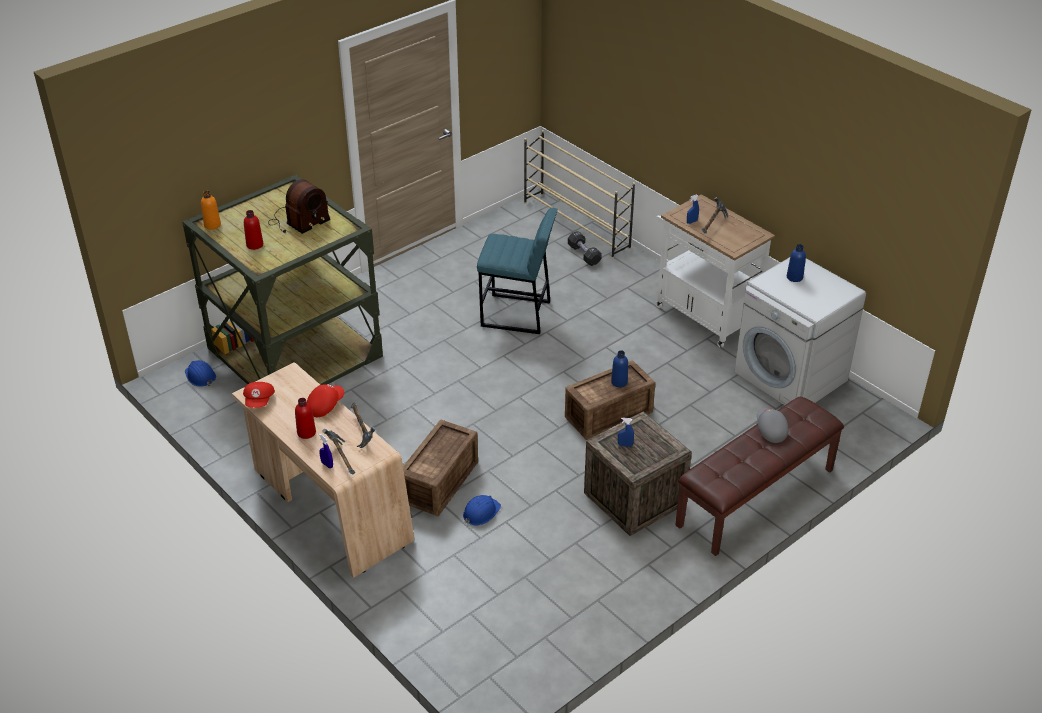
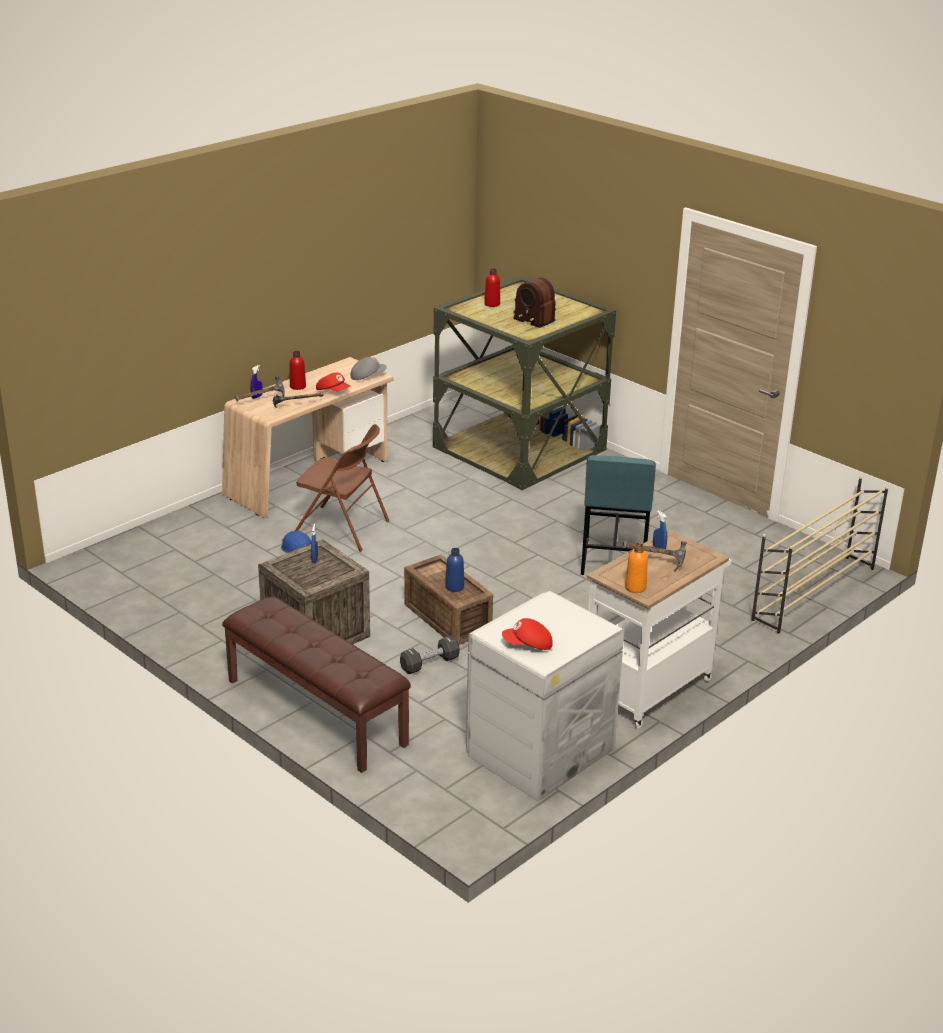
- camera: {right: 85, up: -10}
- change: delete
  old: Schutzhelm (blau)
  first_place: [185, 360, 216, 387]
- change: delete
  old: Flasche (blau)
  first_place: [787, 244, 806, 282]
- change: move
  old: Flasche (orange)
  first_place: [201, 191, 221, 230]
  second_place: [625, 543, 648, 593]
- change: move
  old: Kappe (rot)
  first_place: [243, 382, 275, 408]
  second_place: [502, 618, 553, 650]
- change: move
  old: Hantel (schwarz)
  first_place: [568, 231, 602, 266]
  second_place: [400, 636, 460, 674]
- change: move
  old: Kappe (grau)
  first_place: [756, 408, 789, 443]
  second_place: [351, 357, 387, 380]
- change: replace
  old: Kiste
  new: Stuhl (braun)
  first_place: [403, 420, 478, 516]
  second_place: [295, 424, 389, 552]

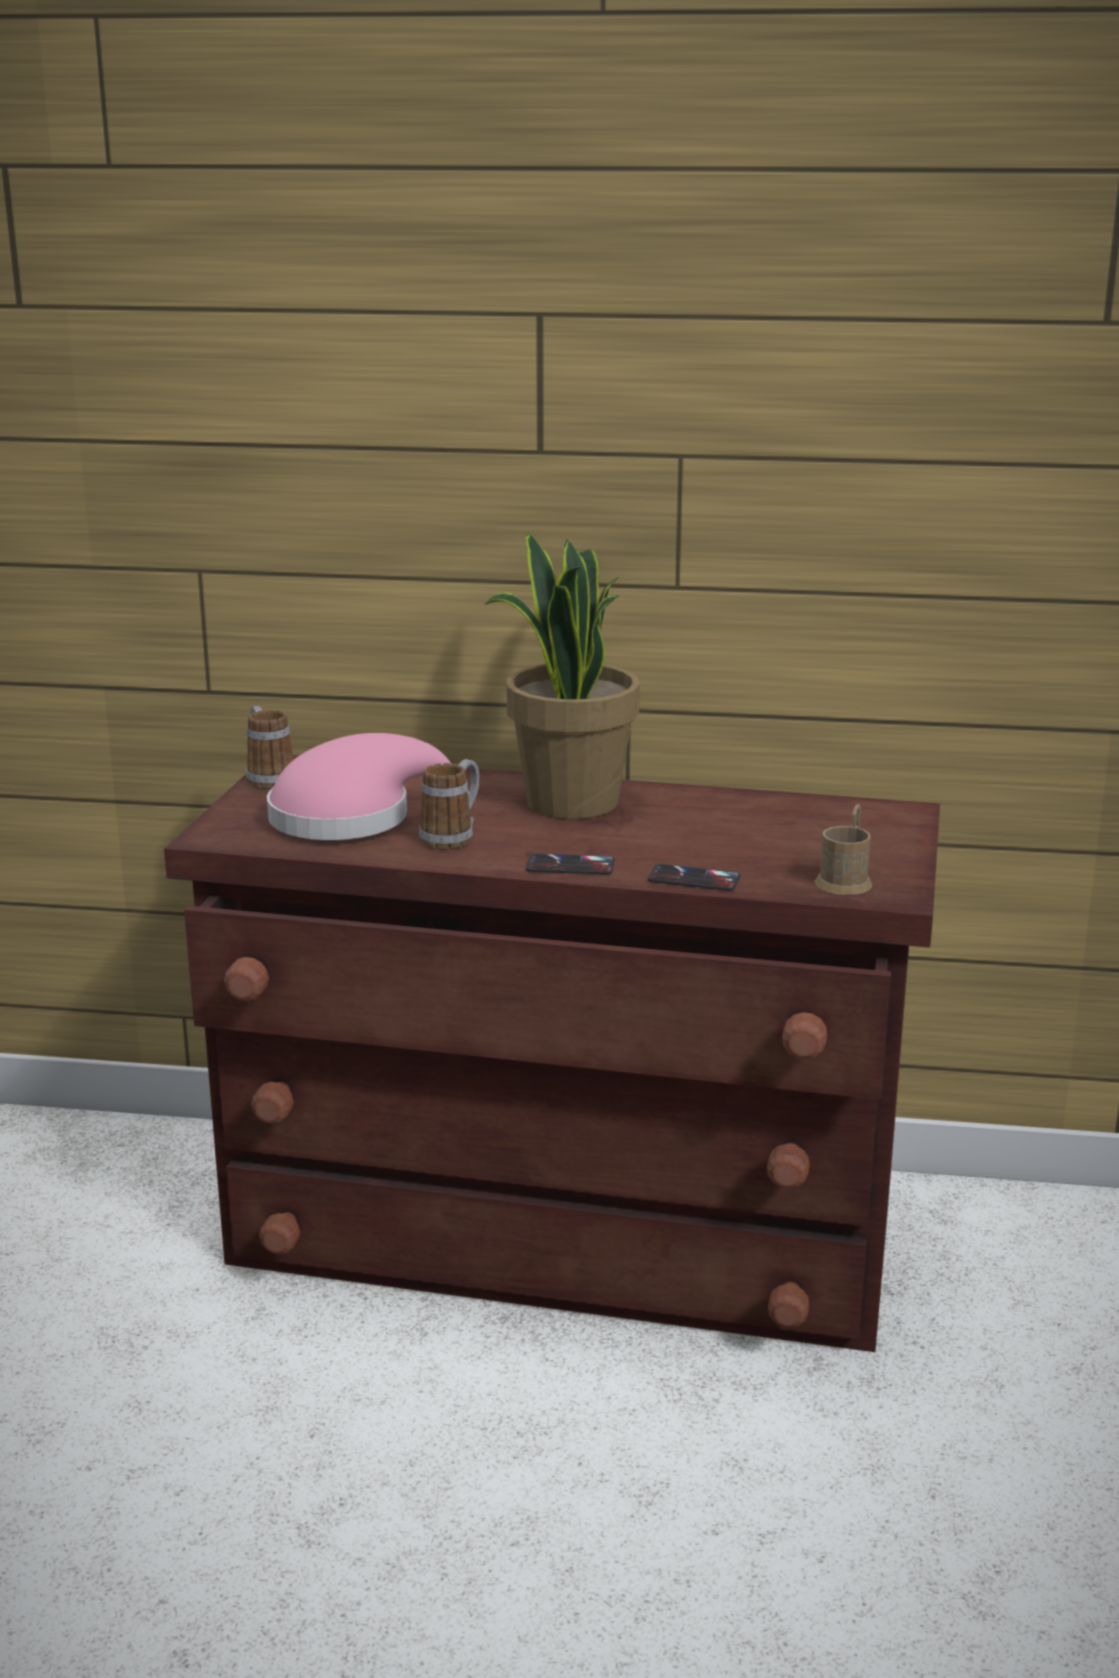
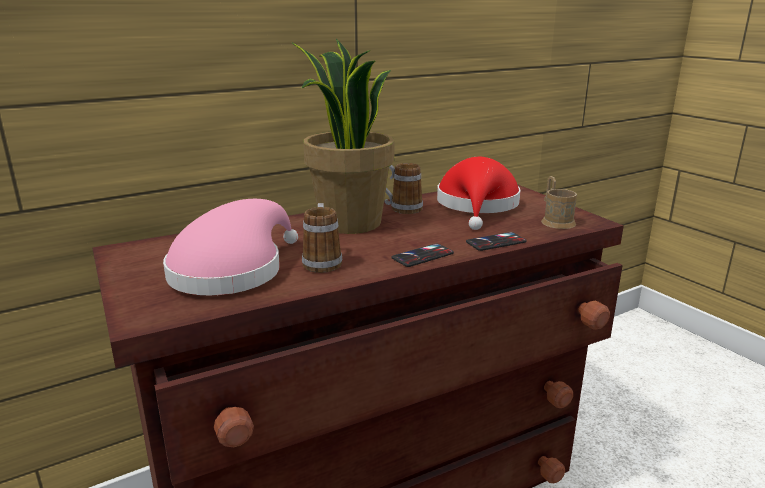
- camera: {right: -40, up: 0}
- change: insert
  new: Hut (rot)
  second_place: [437, 157, 521, 230]
- change: move
  old: Henkelbecher
  first_place: [246, 706, 293, 789]
  second_place: [384, 163, 423, 214]

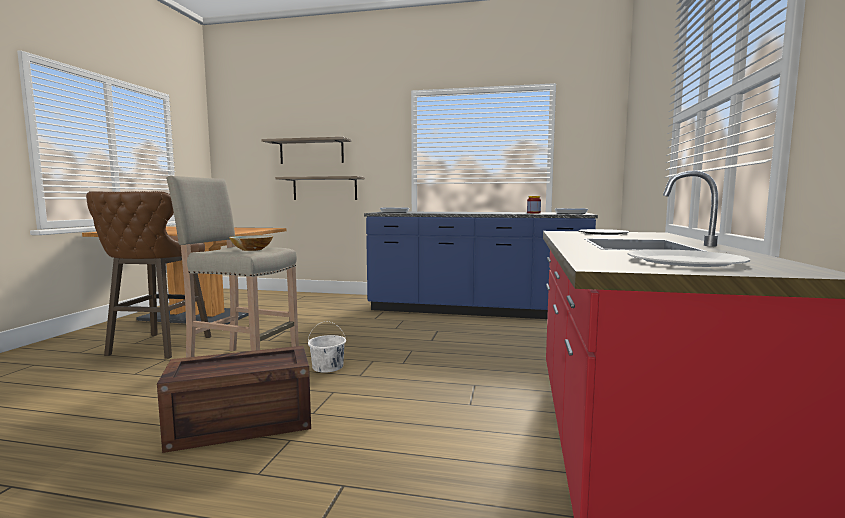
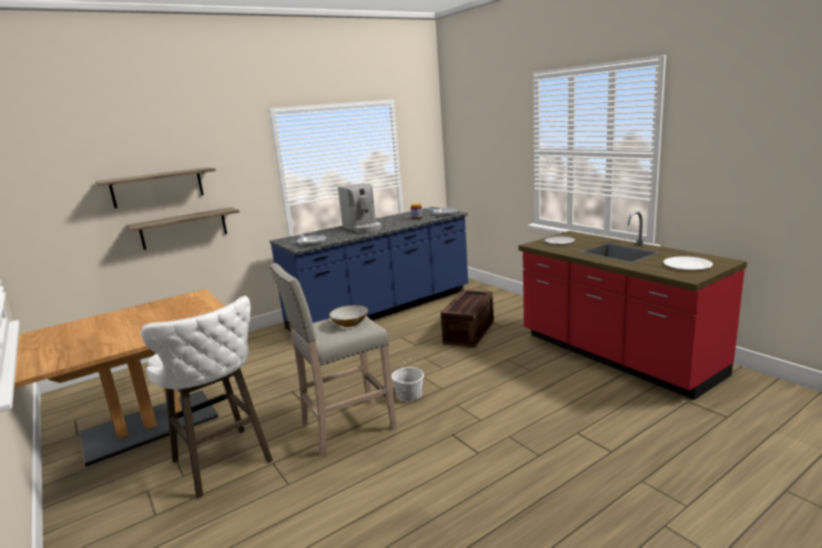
- camera: {right: -45, up: 10}
- change: insert
  new: Kaffeemaschine
  second_place: [338, 183, 382, 233]
- change: move
  old: Kiste
  first_place: [157, 346, 311, 453]
  second_place: [441, 290, 494, 347]
- change: recolor
  old: Hocker (braun)
  new: Hocker (weiß)
  first_place: [86, 191, 211, 359]
  second_place: [141, 296, 273, 498]

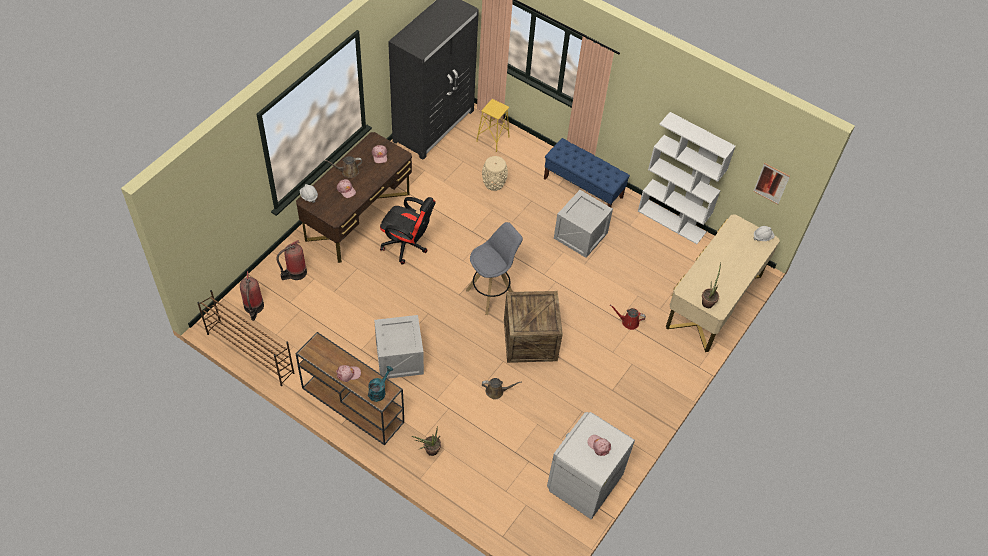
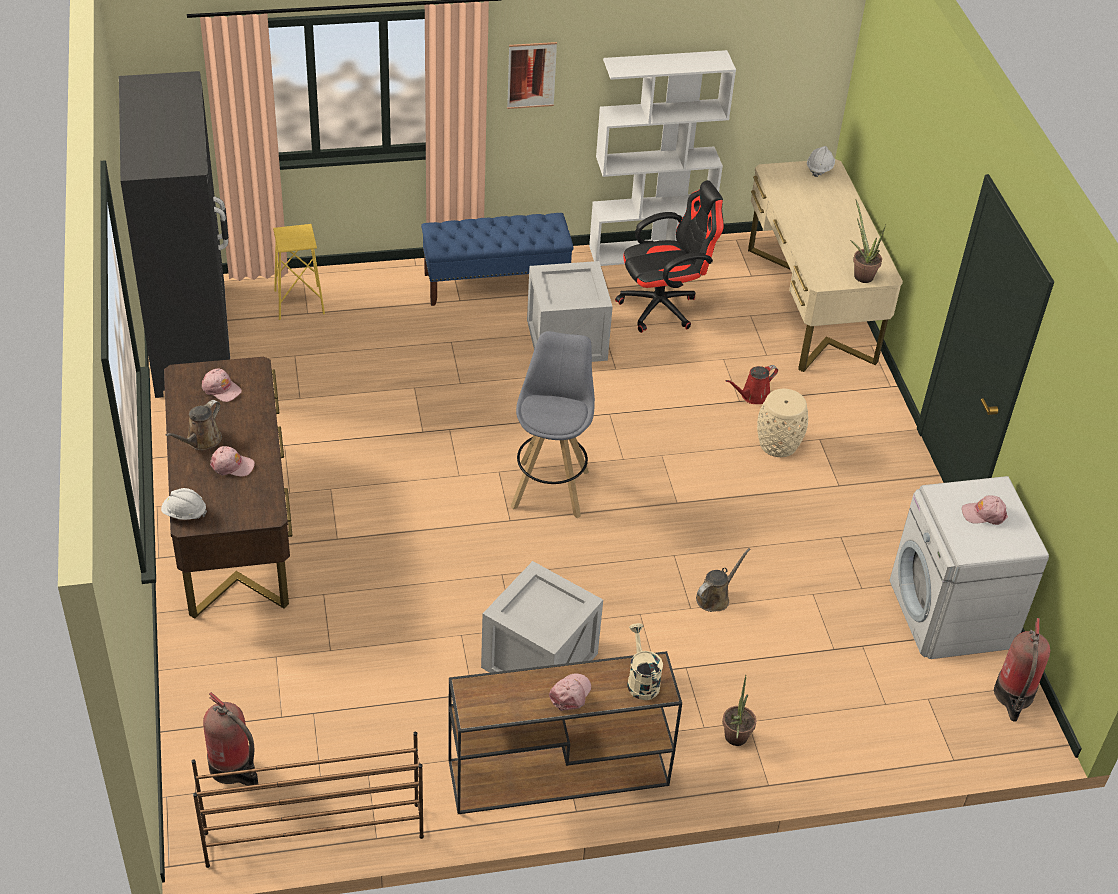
- camera: {right: -45, up: -10}
- change: delete
  old: Kiste
  first_place: [504, 291, 563, 363]
- change: move
  old: Feuerlöscher
  first_place: [276, 240, 307, 280]
  second_place: [994, 618, 1050, 722]
- change: move
  old: Bürostuhl (schwarz)
  first_place: [380, 197, 436, 265]
  second_place: [615, 180, 724, 333]
- change: move
  old: Hocker (beige)
  first_place: [482, 156, 508, 191]
  second_place: [757, 389, 808, 457]
- change: move
  old: Bild
  first_place: [753, 163, 790, 204]
  second_place: [507, 42, 557, 109]
- change: recolor
  old: Gießkanne (türkis)
  new: Gießkanne (beige)
  first_place: [368, 366, 393, 402]
  second_place: [627, 623, 663, 700]

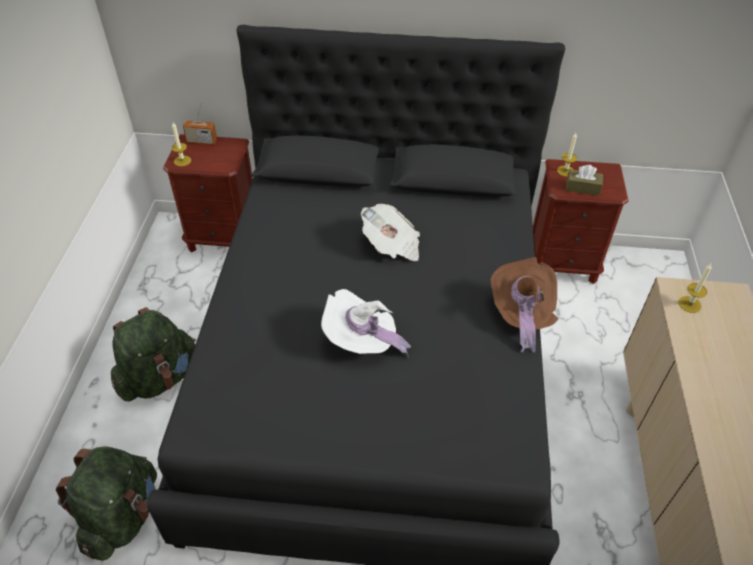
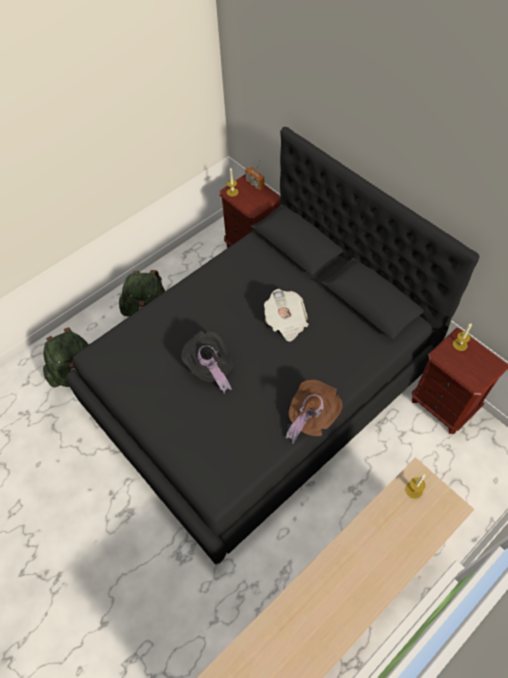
- camera: {right: 45, up: 10}
- change: delete
  old: Taschentuchbox (braun)
  first_place: [566, 165, 603, 196]
- change: recolor
  old: Hut (weiß)
  new: Hut (schwarz)
  first_place: [321, 289, 411, 357]
  second_place: [181, 330, 234, 394]

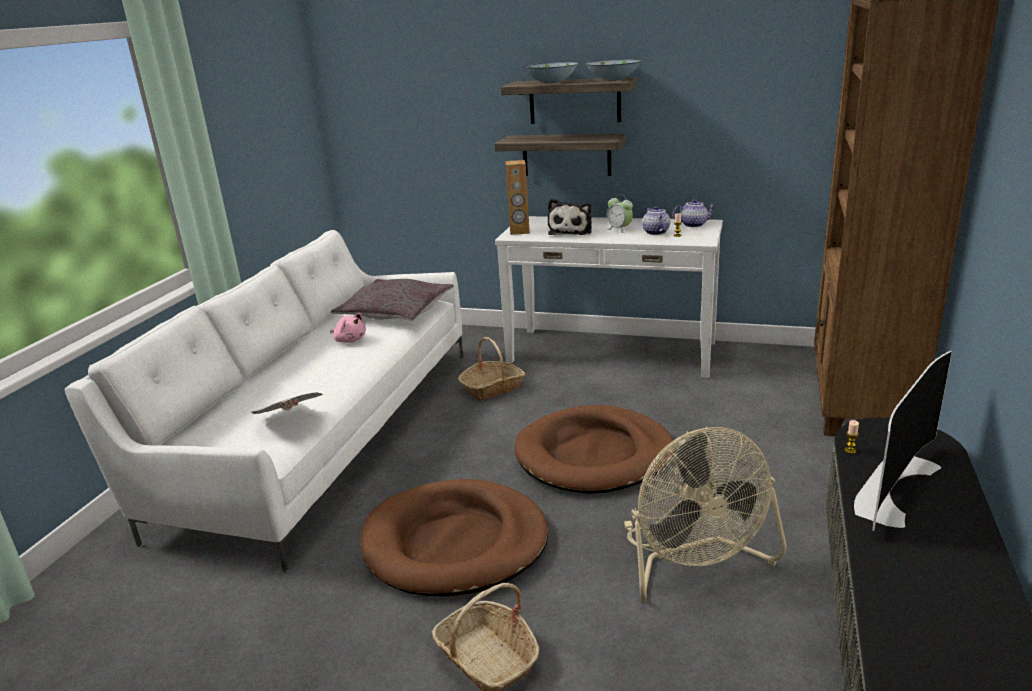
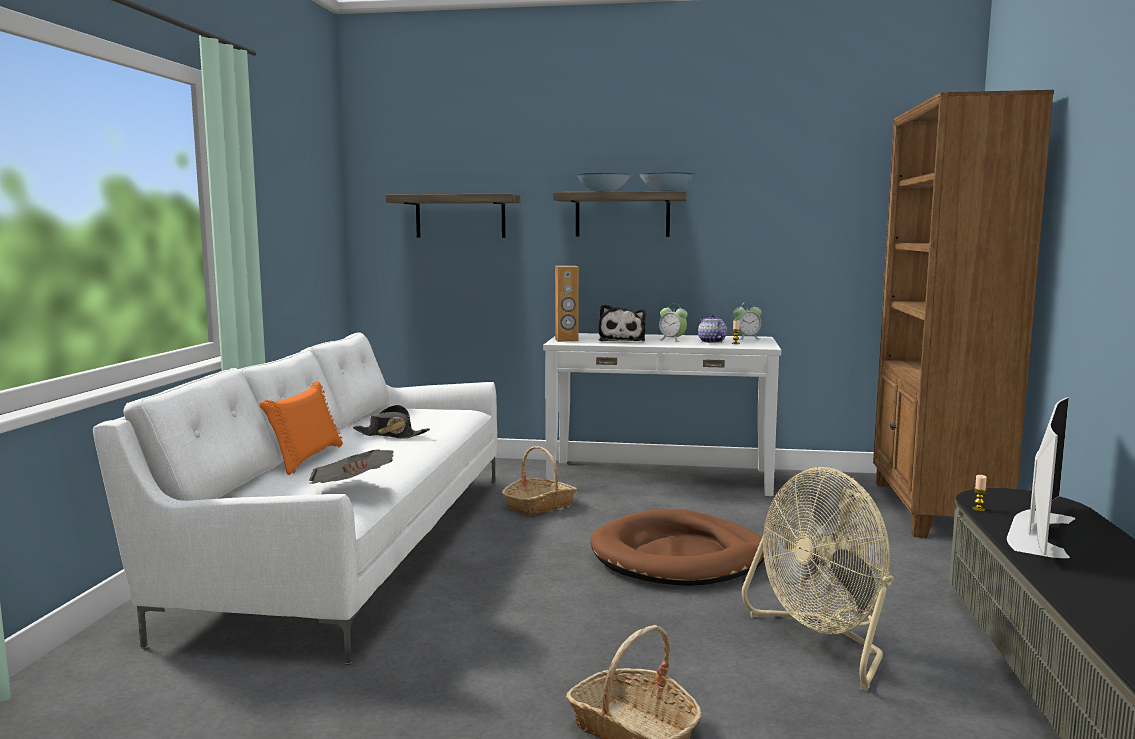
- camera: {right: -10, up: -15}
- change: delete
  old: Kissen (grau)
  first_place: [331, 279, 453, 321]
- change: delete
  old: Hundebett (braun)
  first_place: [360, 479, 548, 596]
- change: insert
  new: Kissen (orange)
  second_place: [259, 381, 343, 475]
- change: move
  old: Wandregal
  first_place: [495, 134, 626, 176]
  second_place: [385, 194, 520, 238]
- change: replace
  old: Plüschtier (rosa)
  new: Hut (schwarz)
  first_place: [330, 313, 366, 343]
  second_place: [353, 405, 430, 439]
- change: replace
  old: Teekanne
  new: Wecker
  first_place: [672, 199, 716, 227]
  second_place: [733, 302, 762, 340]
- change: rotate
  old: Ventilator (beige)
  first_place: [624, 427, 787, 602]
  second_place: [742, 467, 894, 691]
  degrees: 90

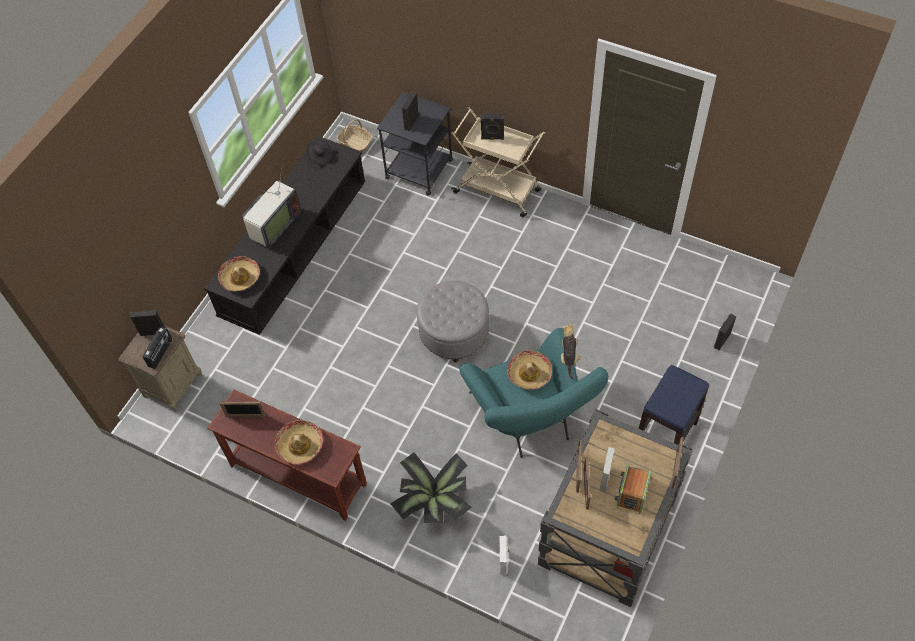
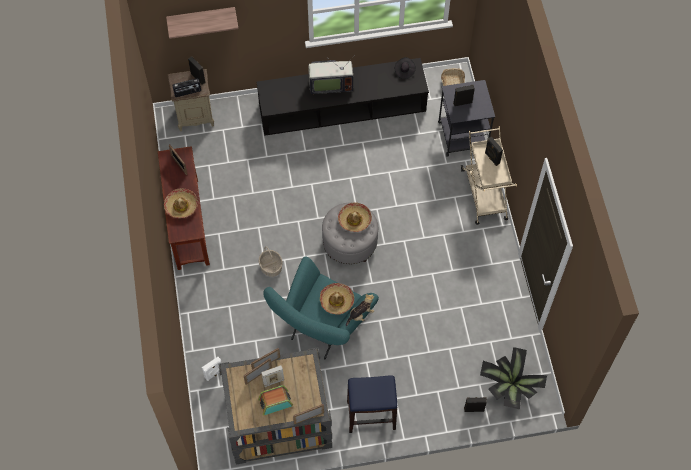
- camera: {right: 50, up: 5}
- change: insert
  new: Wandregal
  second_place: [166, 7, 239, 39]
- change: insert
  new: Korb
  second_place: [259, 246, 282, 277]
- change: move
  old: Hut
  first_place: [218, 256, 260, 292]
  second_place: [338, 202, 372, 232]
- change: move
  old: Topfpflanze
  first_place: [391, 452, 472, 523]
  second_place: [480, 347, 547, 409]

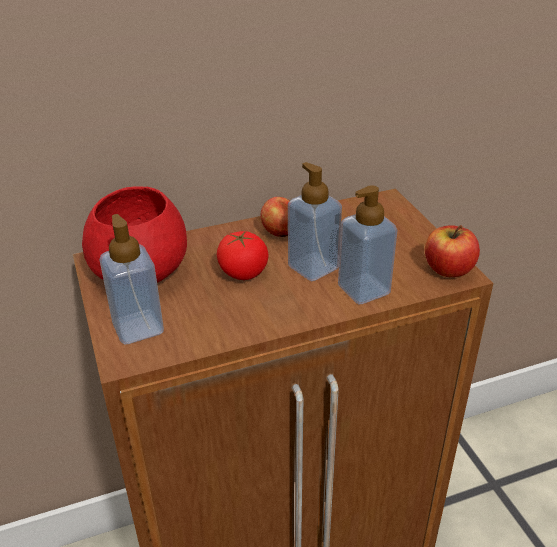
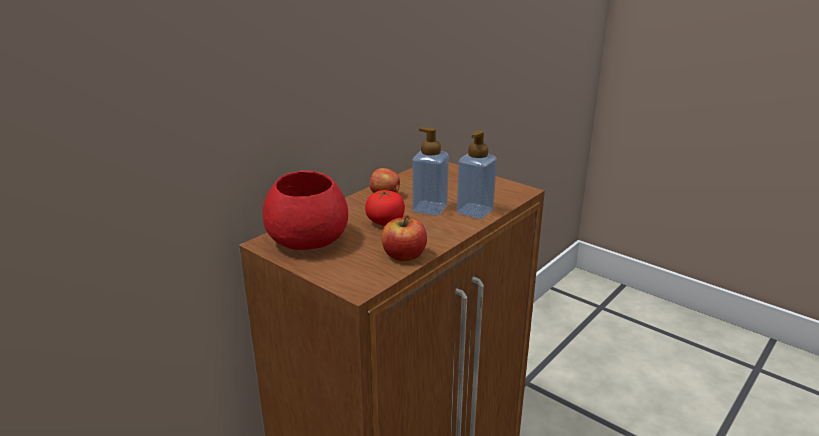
- camera: {right: -30, up: -10}
- change: delete
  old: Seifenspender
  first_place: [99, 214, 164, 345]
- change: move
  old: Apfel
  first_place: [425, 225, 480, 277]
  second_place: [381, 215, 427, 261]

